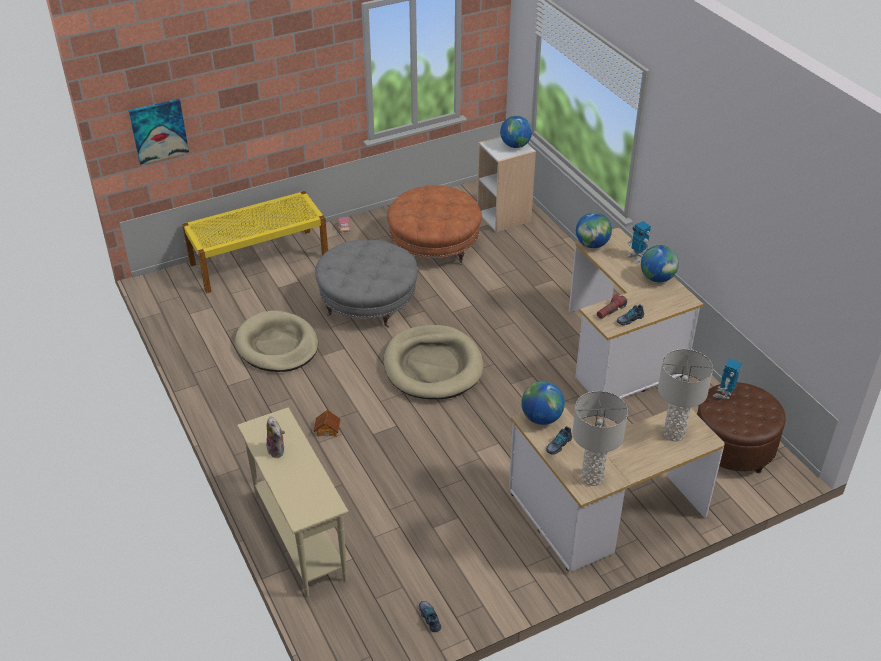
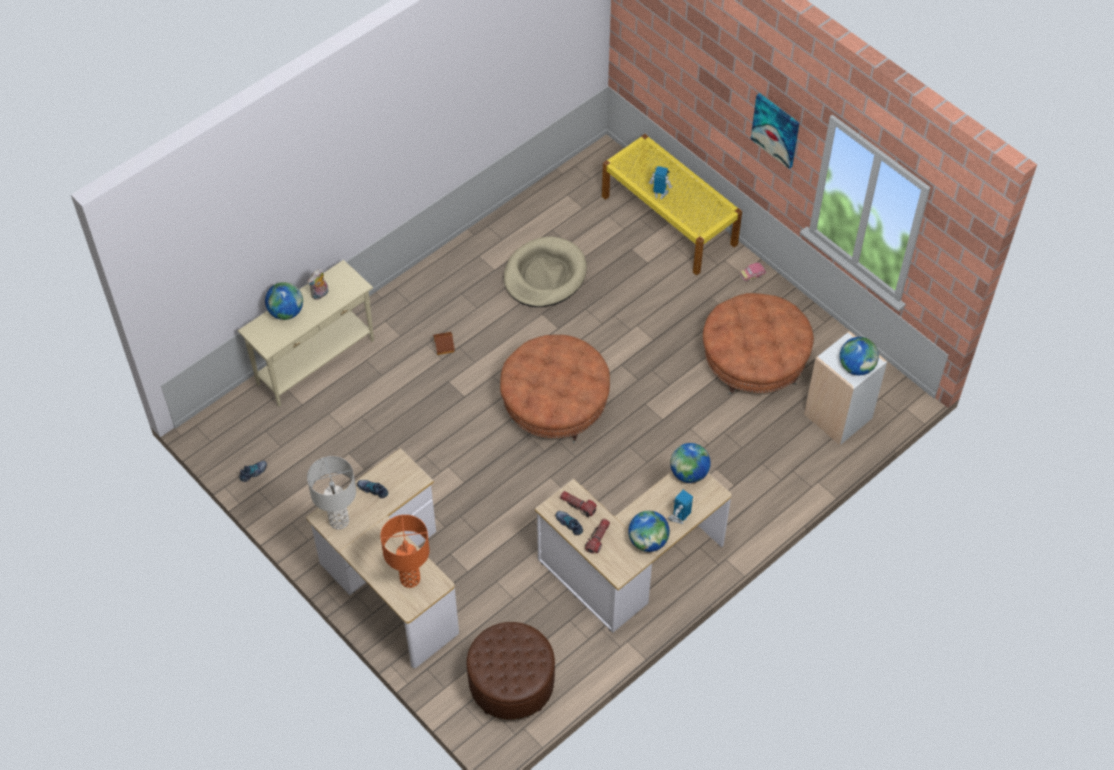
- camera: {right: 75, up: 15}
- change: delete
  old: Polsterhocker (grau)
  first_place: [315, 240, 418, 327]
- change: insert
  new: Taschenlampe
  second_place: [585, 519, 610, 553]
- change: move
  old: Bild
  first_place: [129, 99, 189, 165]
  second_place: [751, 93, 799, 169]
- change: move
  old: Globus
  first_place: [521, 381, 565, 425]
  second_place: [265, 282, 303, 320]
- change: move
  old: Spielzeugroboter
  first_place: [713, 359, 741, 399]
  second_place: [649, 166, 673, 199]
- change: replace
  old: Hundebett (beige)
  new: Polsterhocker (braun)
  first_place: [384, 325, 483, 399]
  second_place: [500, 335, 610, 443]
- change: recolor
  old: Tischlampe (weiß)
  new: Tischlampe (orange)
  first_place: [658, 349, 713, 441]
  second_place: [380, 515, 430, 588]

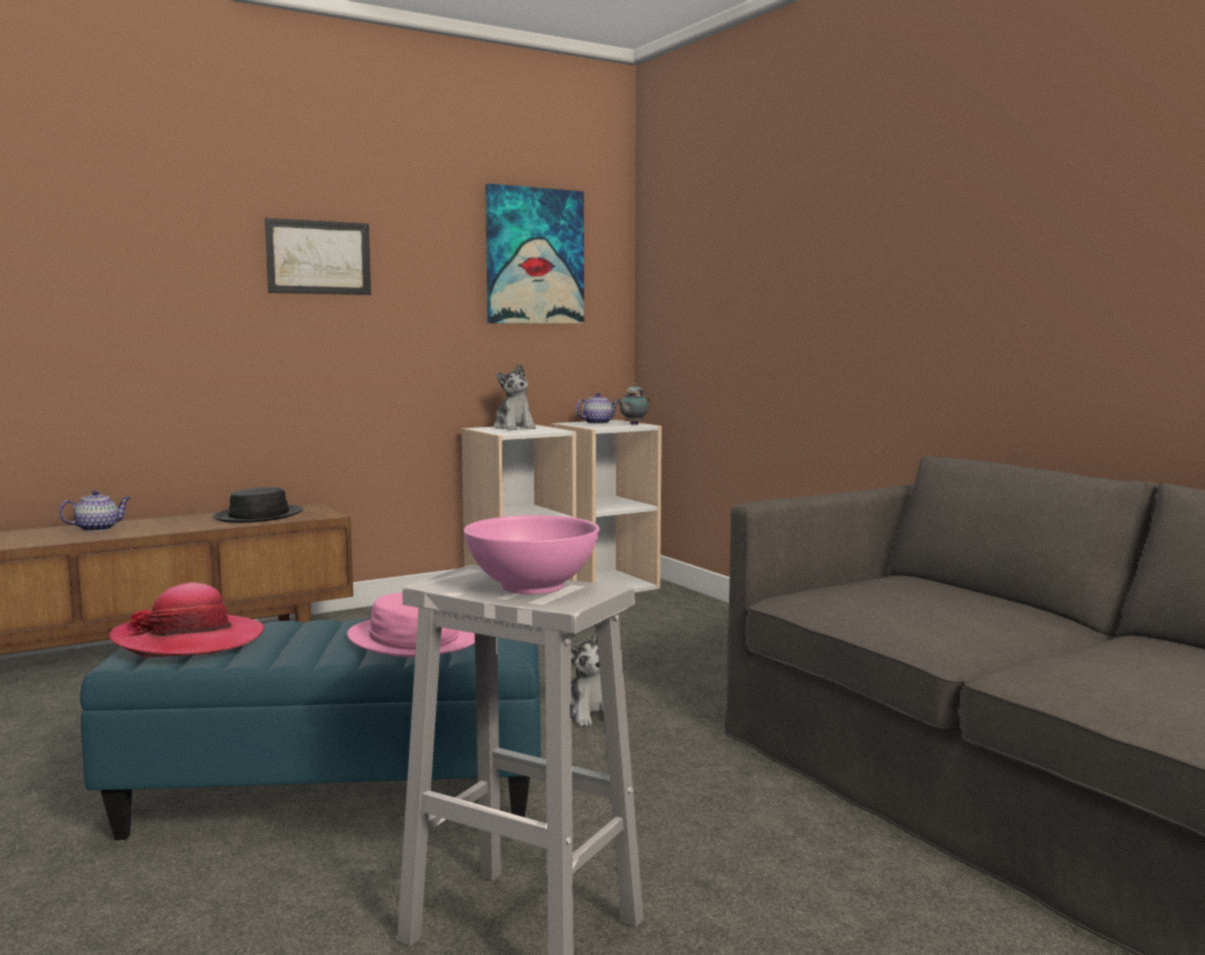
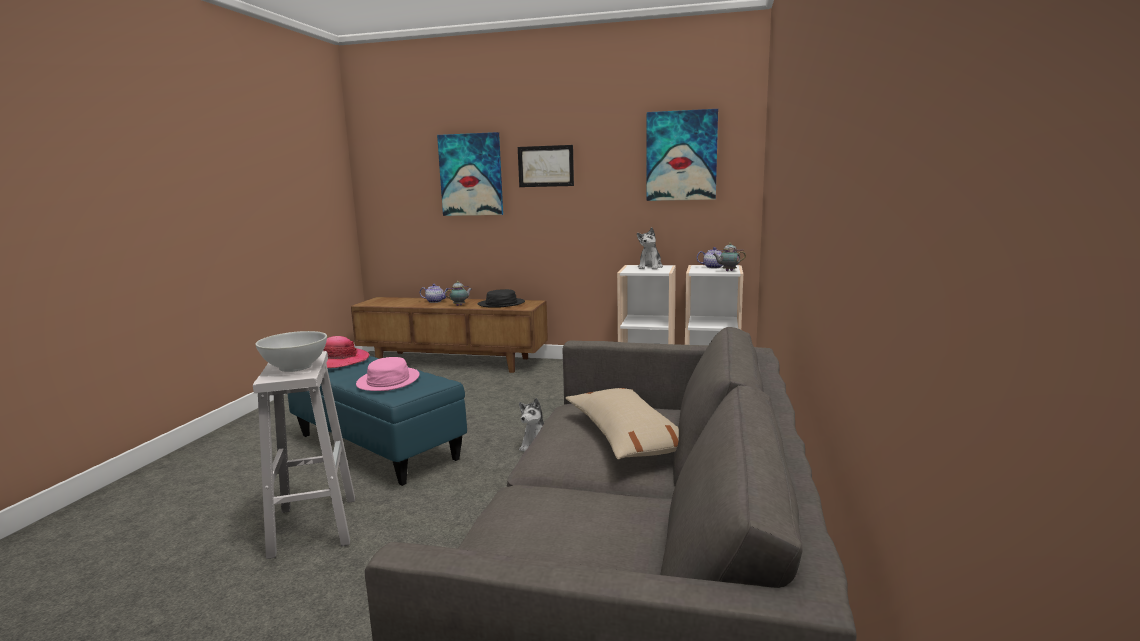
- camera: {right: 45, up: 5}
- change: insert
  new: Bild
  second_place: [437, 132, 503, 216]
- change: insert
  new: Teekanne
  second_place: [445, 281, 472, 306]
- change: insert
  new: Kissen (beige)
  second_place: [566, 388, 679, 460]
- change: recolor
  old: Schüssel (rosa)
  new: Schüssel (weiß)
  first_place: [464, 515, 600, 594]
  second_place: [255, 331, 327, 372]

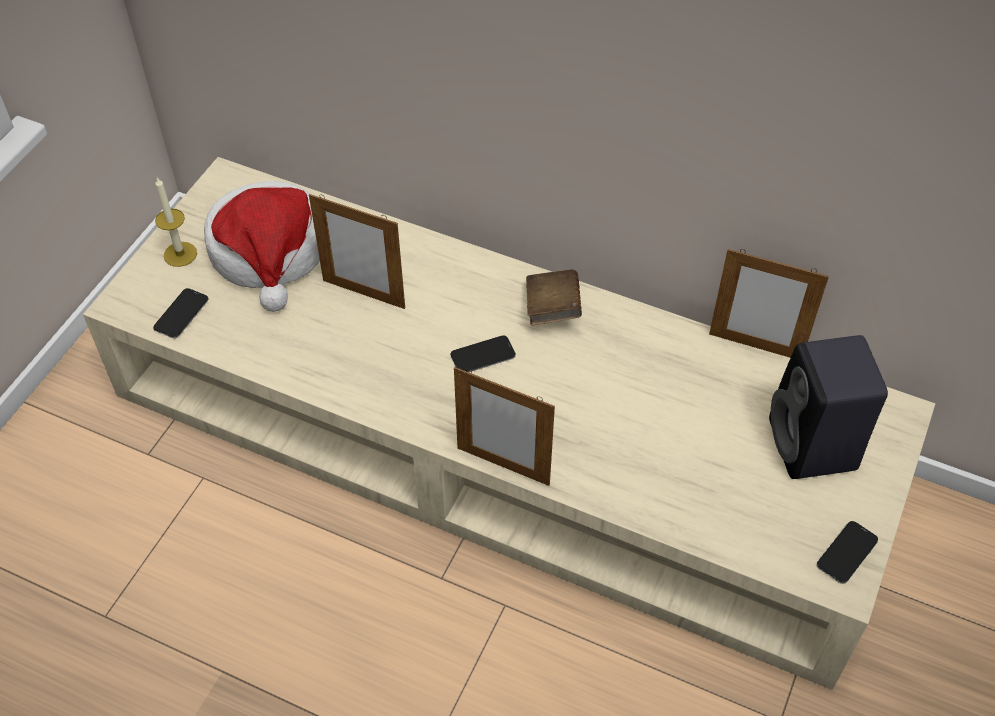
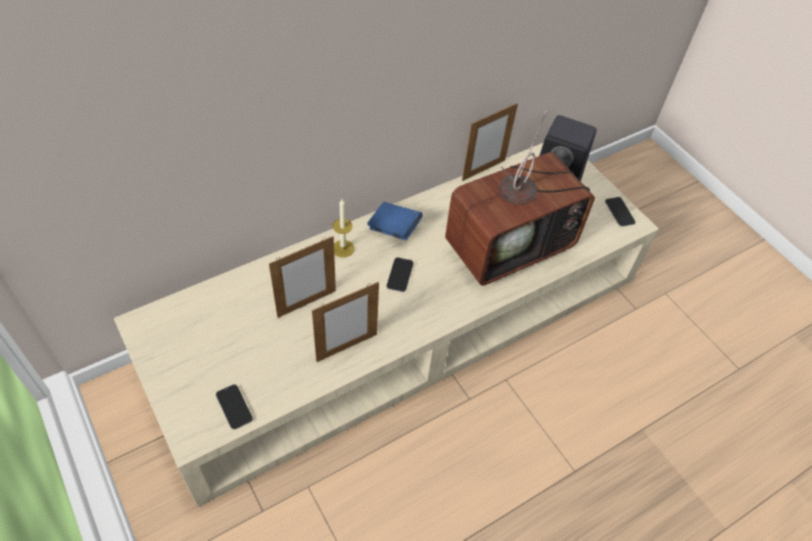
- camera: {right: -60, up: 0}
- change: delete
  old: Hut
  first_place: [204, 181, 320, 312]
- change: insert
  new: Fernseher
  second_place: [445, 110, 595, 286]
- change: move
  old: Kerze
  first_place: [155, 177, 197, 267]
  second_place: [333, 199, 354, 258]
- change: move
  old: Bilderrahmen
  first_place: [454, 367, 555, 486]
  second_place: [312, 282, 379, 362]
- change: recolor
  old: Buch (braun)
  new: Buch (blau)
  first_place: [526, 269, 582, 325]
  second_place: [367, 202, 423, 241]

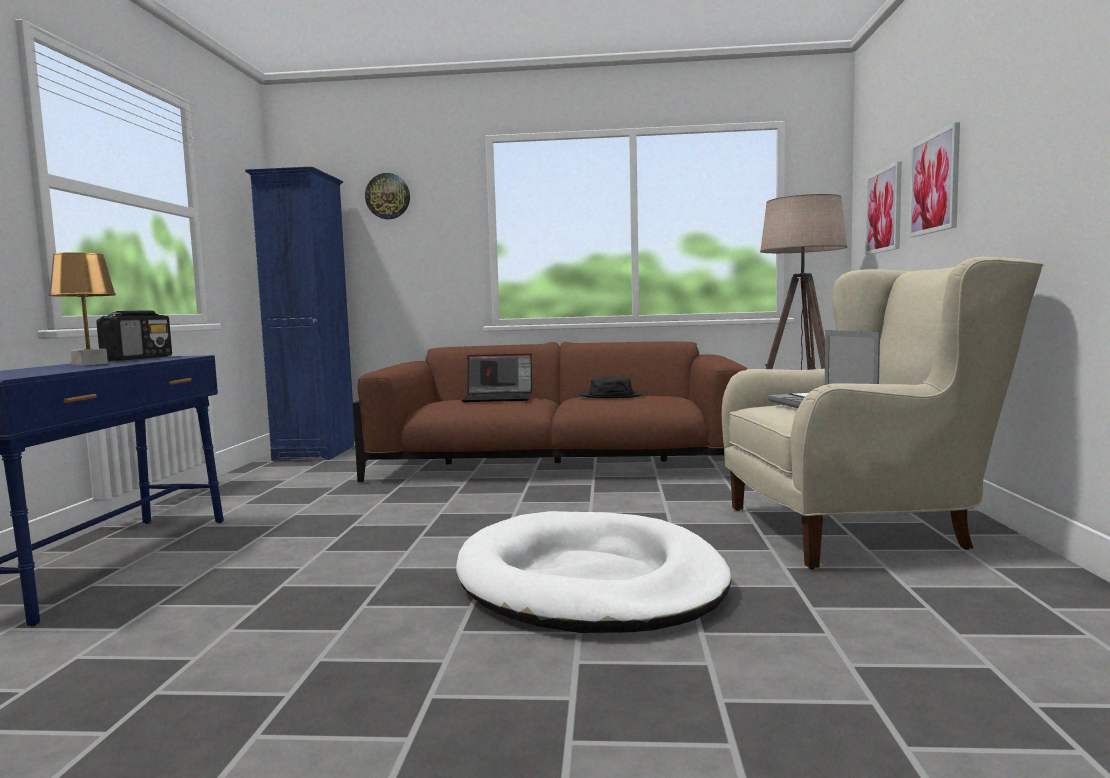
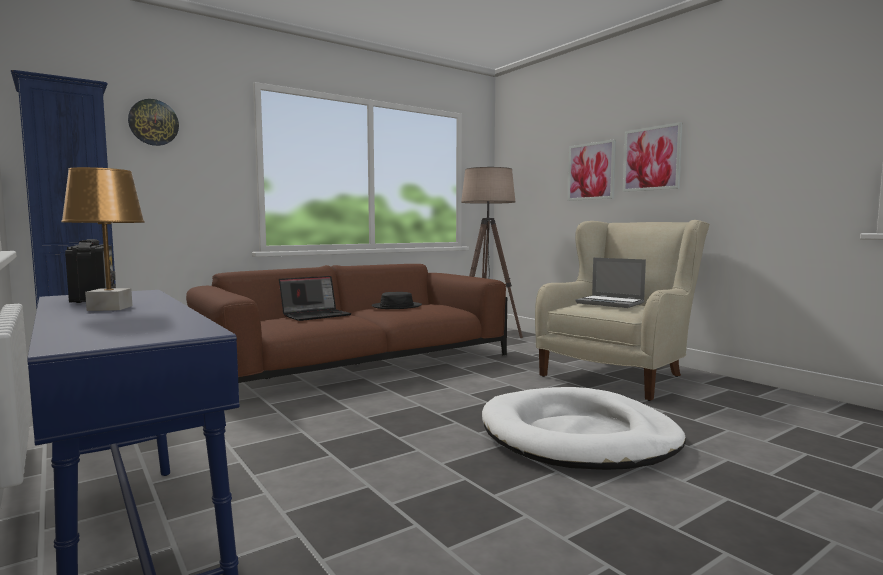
- camera: {right: -40, up: 0}
- change: move
  old: Bild
  first_place: [865, 161, 902, 255]
  second_place: [623, 122, 683, 192]

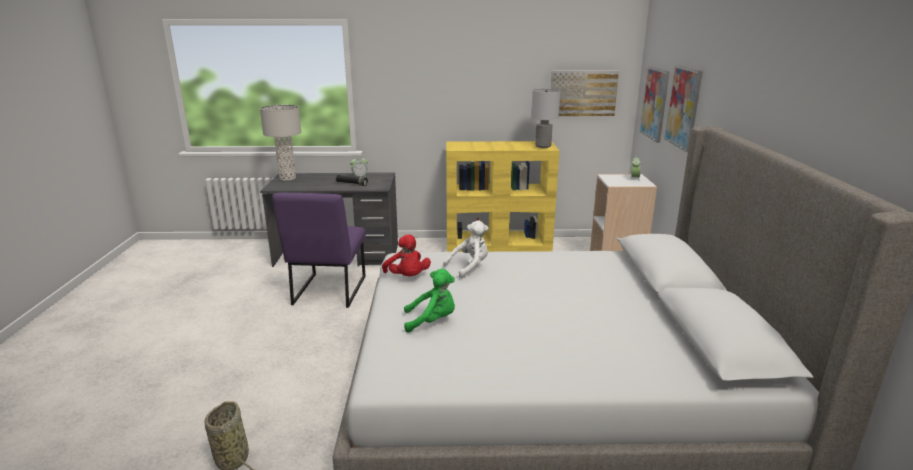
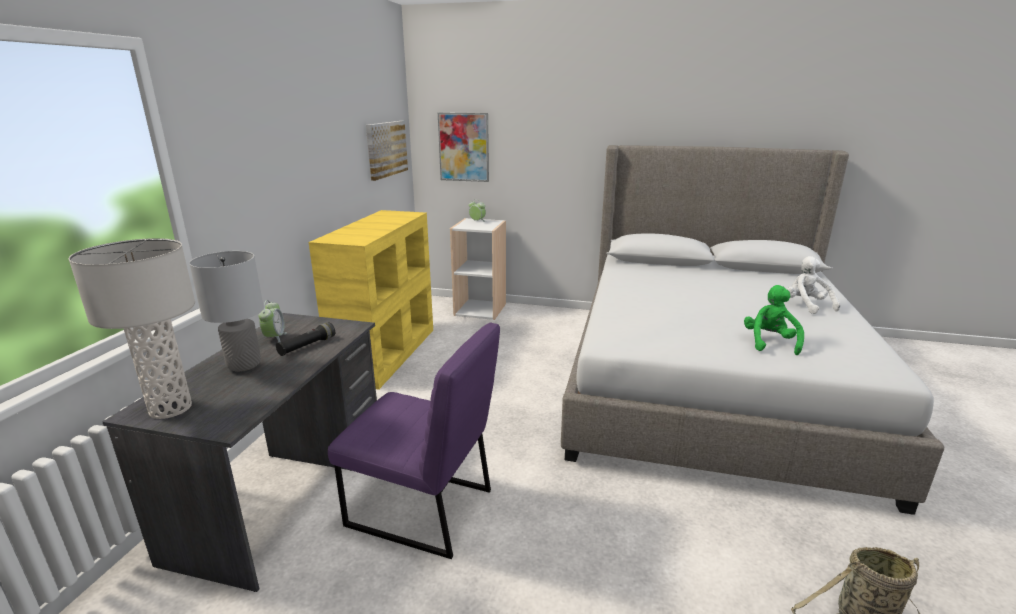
- camera: {right: -75, up: 0}
- change: delete
  old: Plüschtier (rot)
  first_place: [382, 234, 431, 276]
- change: delete
  old: Bild
  first_place: [664, 65, 703, 152]
- change: move
  old: Plüschtier (weiß)
  first_place: [443, 220, 488, 279]
  second_place: [787, 256, 841, 314]
- change: move
  old: Tischlampe (grau)
  first_place: [531, 89, 560, 148]
  second_place: [189, 251, 264, 372]

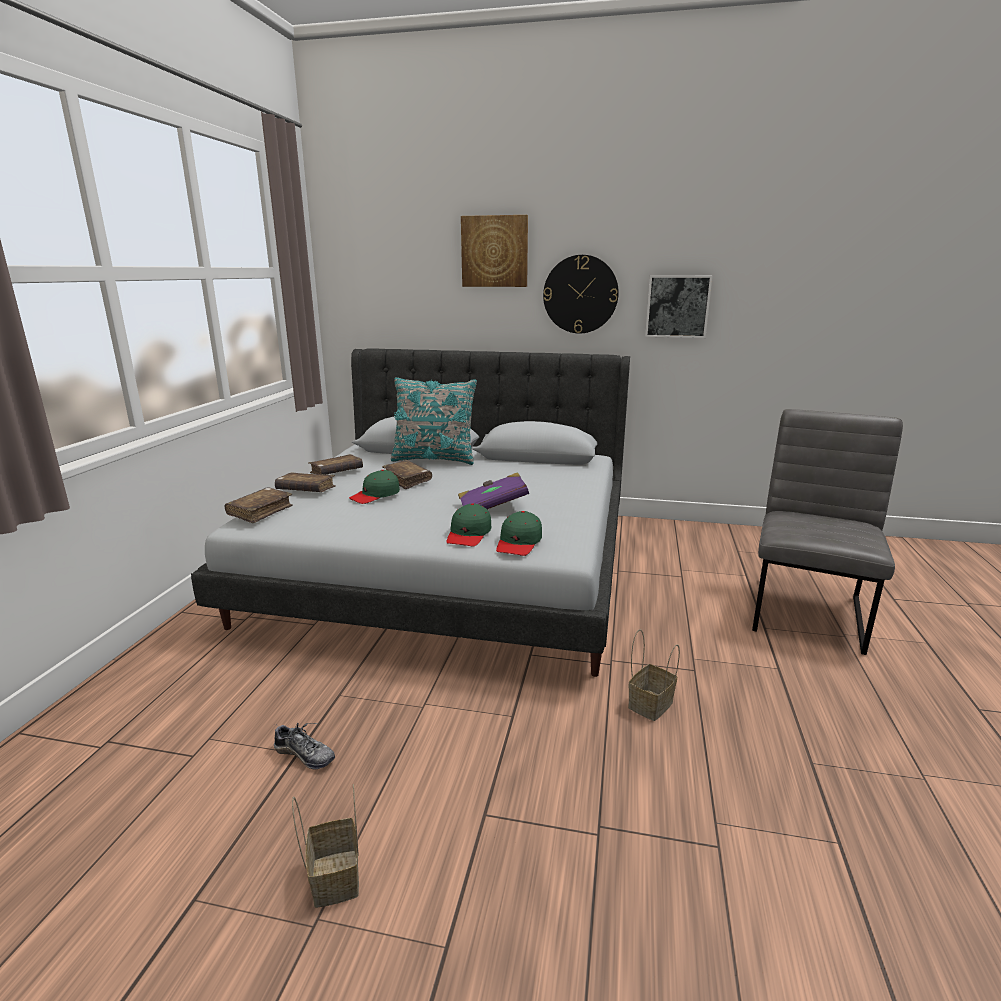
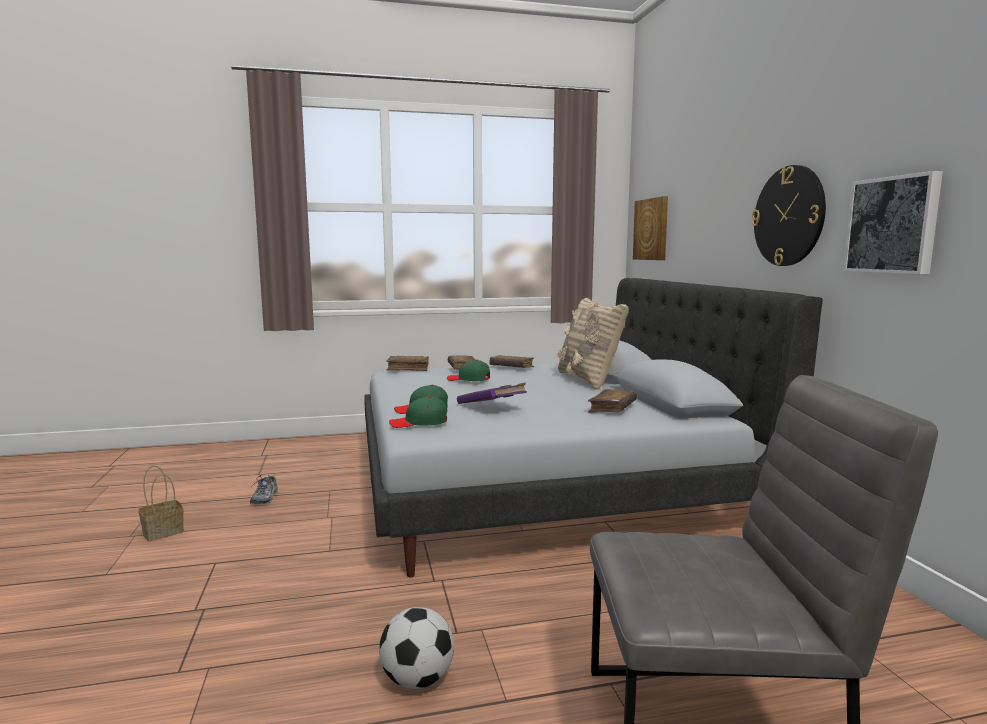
- camera: {right: 65, up: -10}
- change: delete
  old: Korb
  first_place: [628, 629, 680, 721]
- change: insert
  new: Fußball
  second_place: [379, 607, 454, 689]
- change: move
  old: Buch (braun)
  first_place: [382, 460, 432, 489]
  second_place: [588, 389, 637, 413]
- change: move
  old: Bild
  first_place: [461, 215, 528, 287]
  second_place: [633, 196, 668, 260]
- change: recolor
  old: Kissen (türkis)
  new: Kissen (beige)
  first_place: [391, 377, 477, 465]
  second_place: [557, 298, 629, 389]

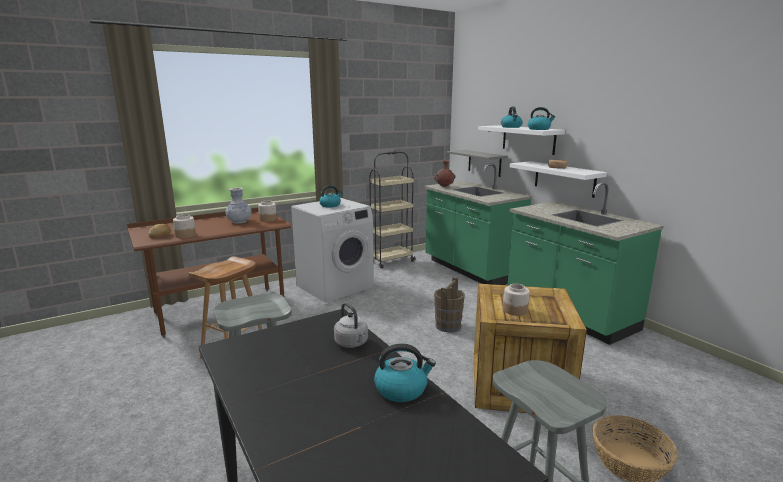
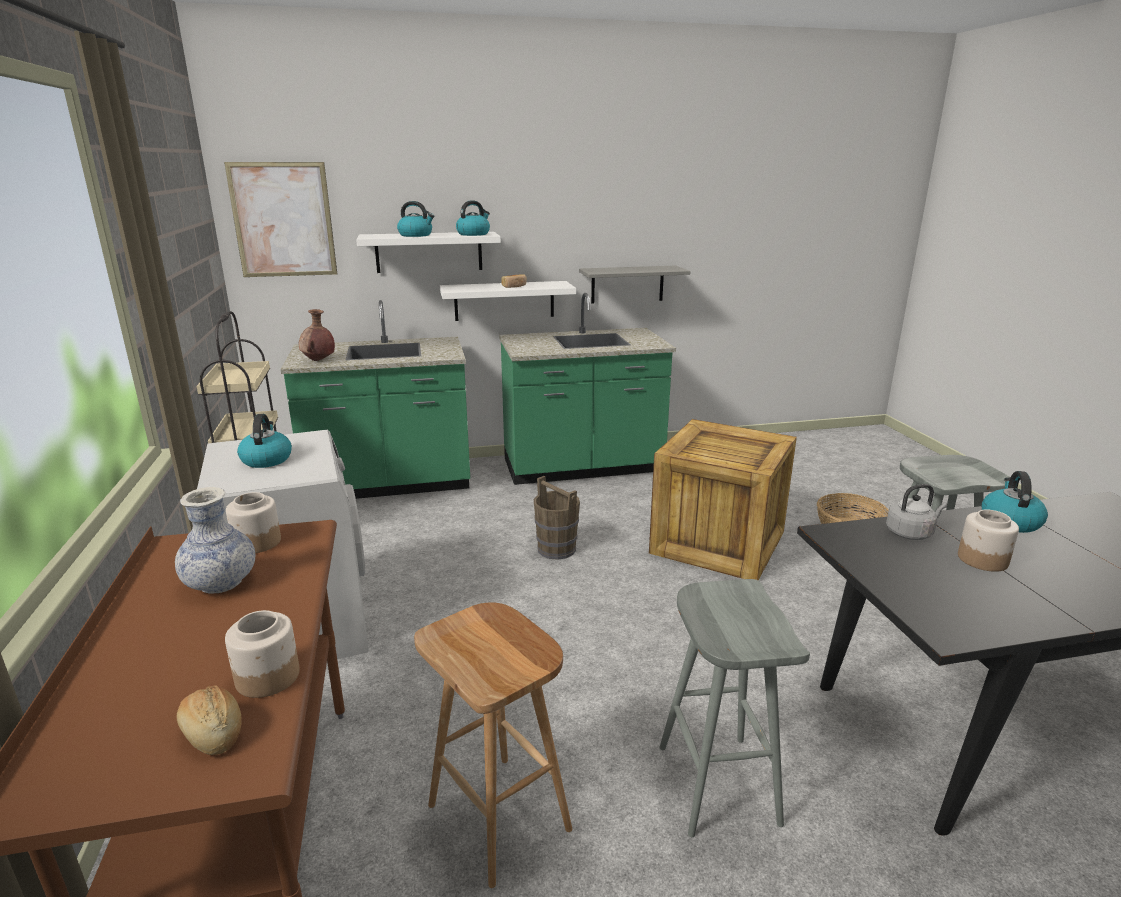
- camera: {right: -70, up: 5}
- change: insert
  new: Bild
  second_place: [224, 162, 337, 277]
- change: move
  old: Wandregal (grau)
  first_place: [447, 150, 508, 177]
  second_place: [579, 266, 691, 304]
- change: move
  old: Vorratsglas
  first_place: [503, 283, 530, 316]
  second_place: [958, 509, 1019, 572]

